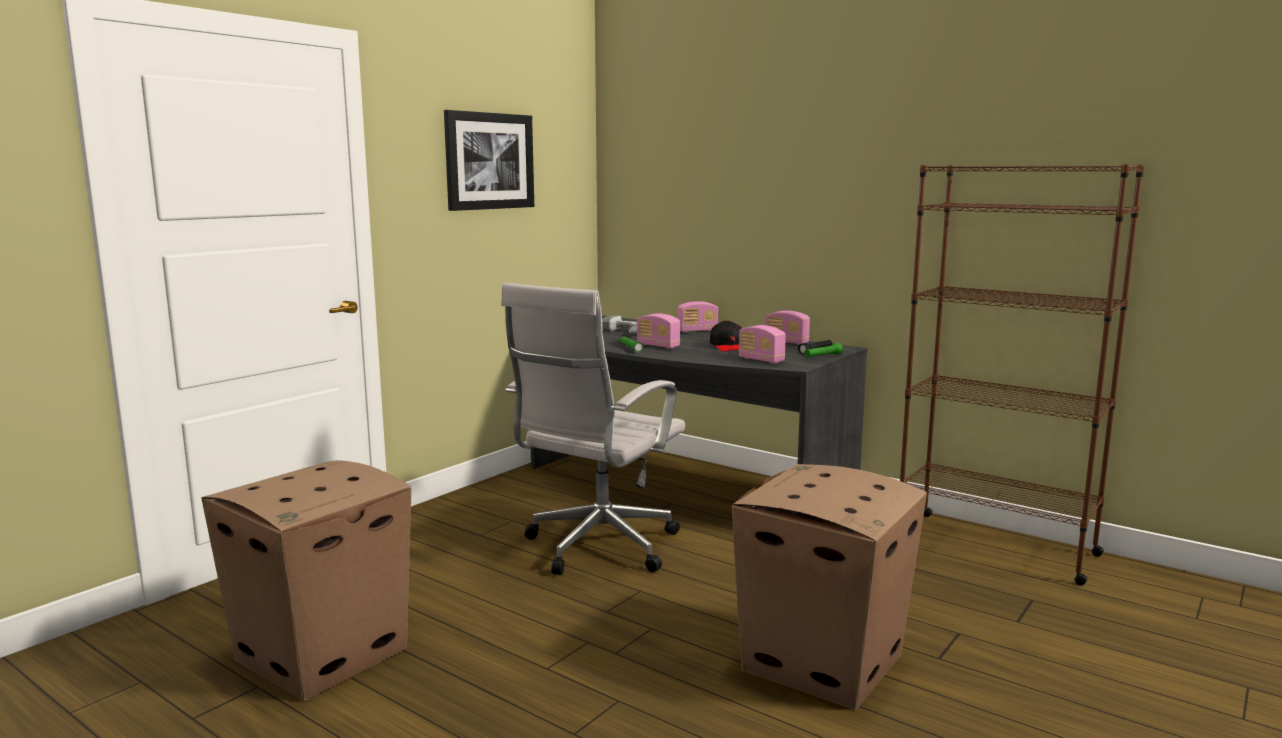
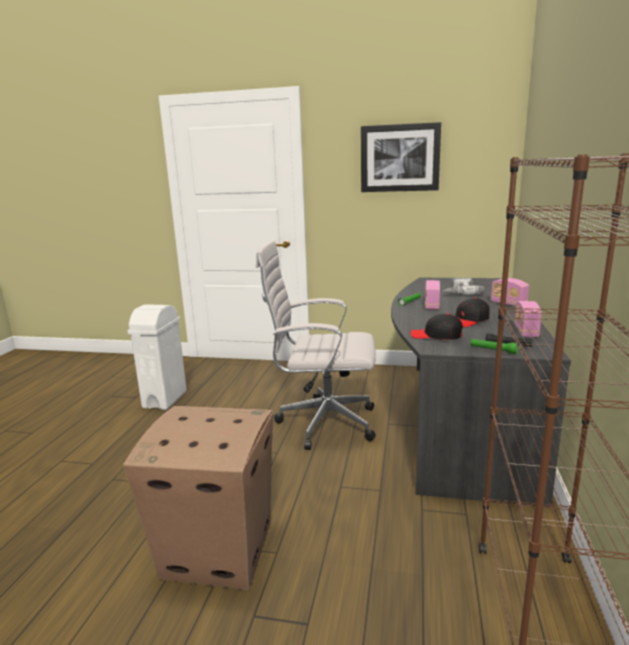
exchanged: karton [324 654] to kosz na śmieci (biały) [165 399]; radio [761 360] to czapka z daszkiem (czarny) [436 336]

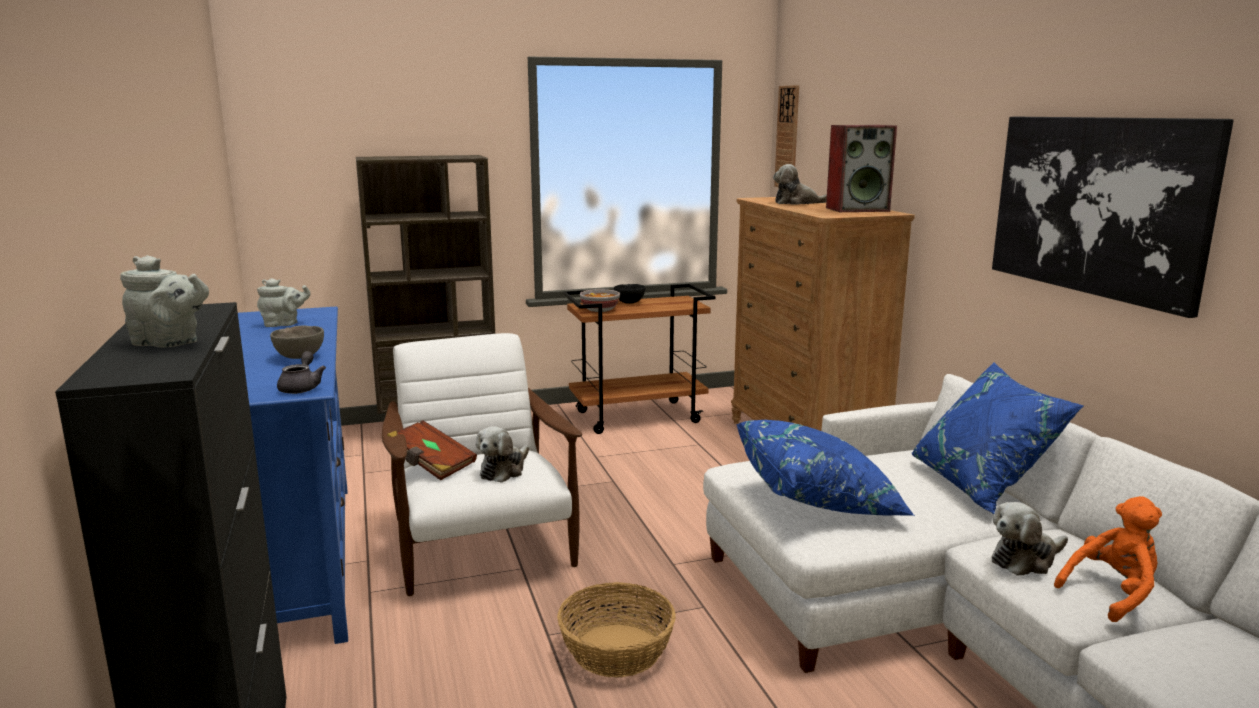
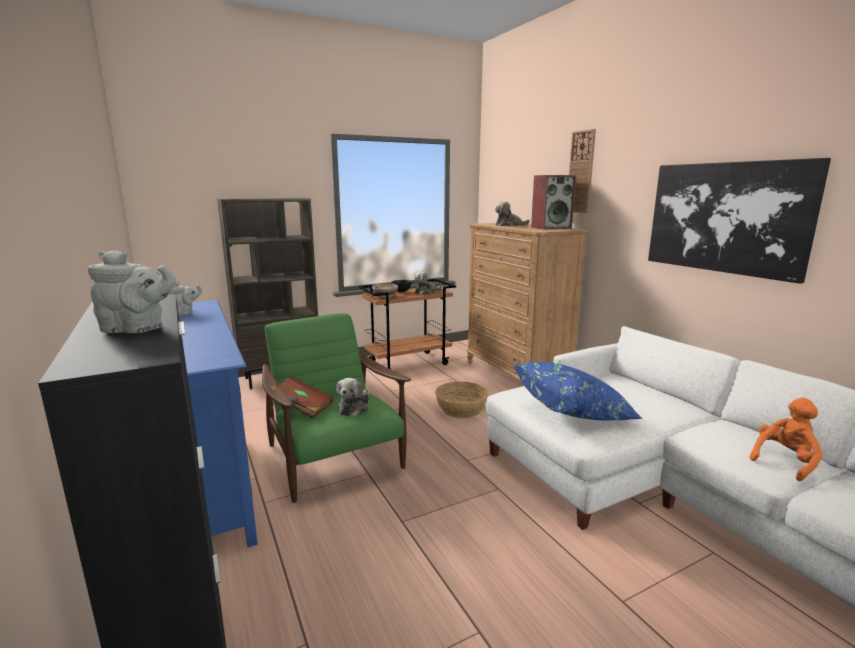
missing: miska (szary) [300 357]; imbryk (szary) [302 387]; poduszka (niebieski) [982 485]
relocated: koszyk [617 650] to [461 409]; zegar ścienny [787 137] to [581 172]; pluszak [1025 560] to [426 292]
colour: fotel (biały) [482 545] to fotel (zielony) [335 459]

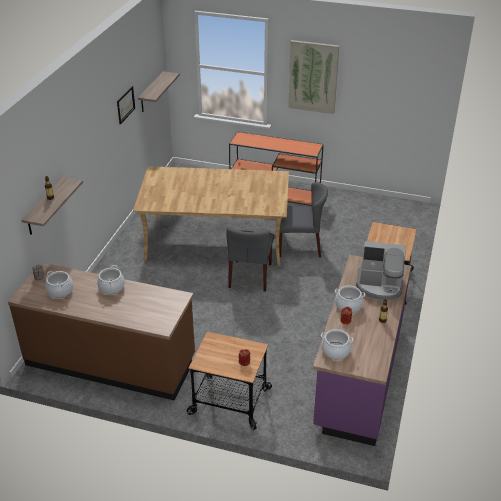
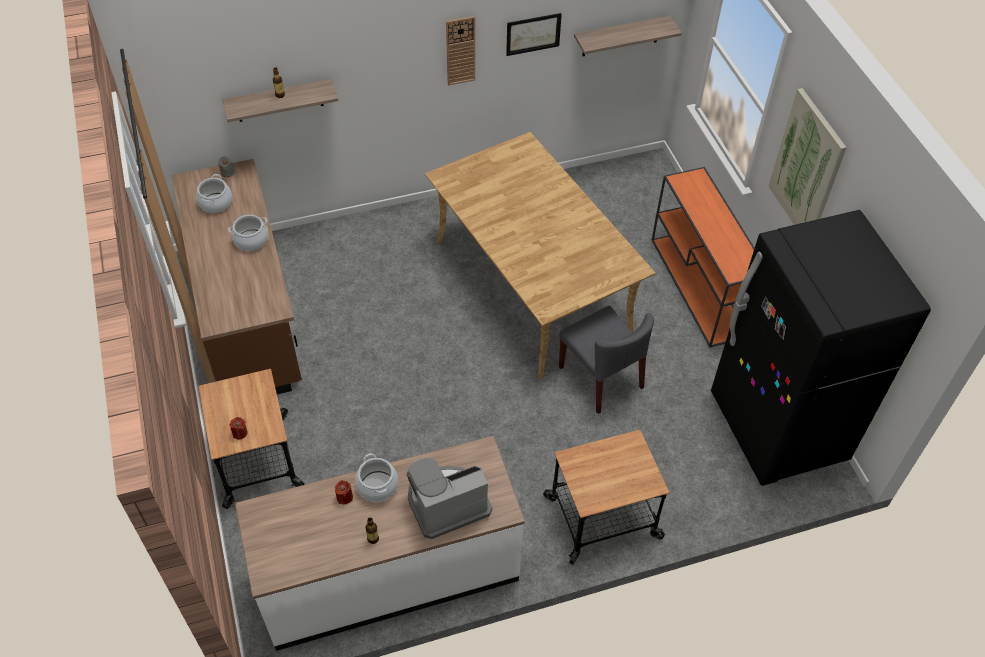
missing: krzesło (szary) [250 276]; garnek [335 351]
appeared: zegar ścienny [460 50]; lodówka (czarny) [777 428]
colour: zabudowa kuchenna (fioletowy) [358 376] to zabudowa kuchenna (biały) [388 573]
spun: ekspres do kawy [379 286] = [446 503] 90 degrees clockwise

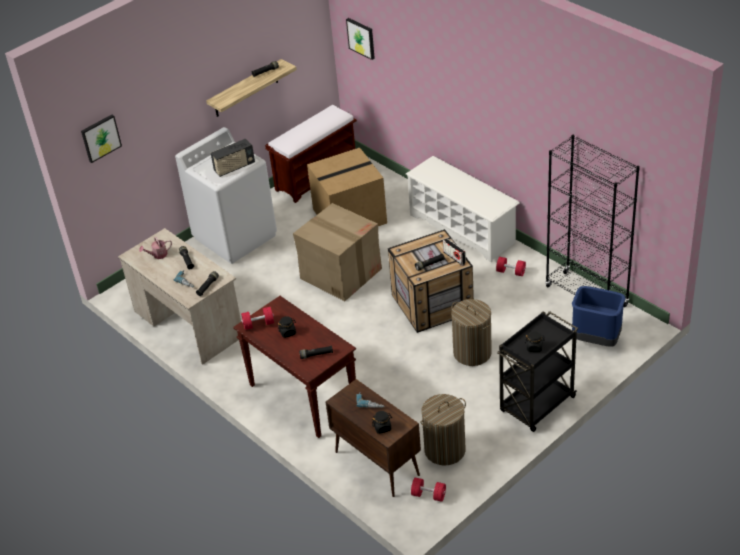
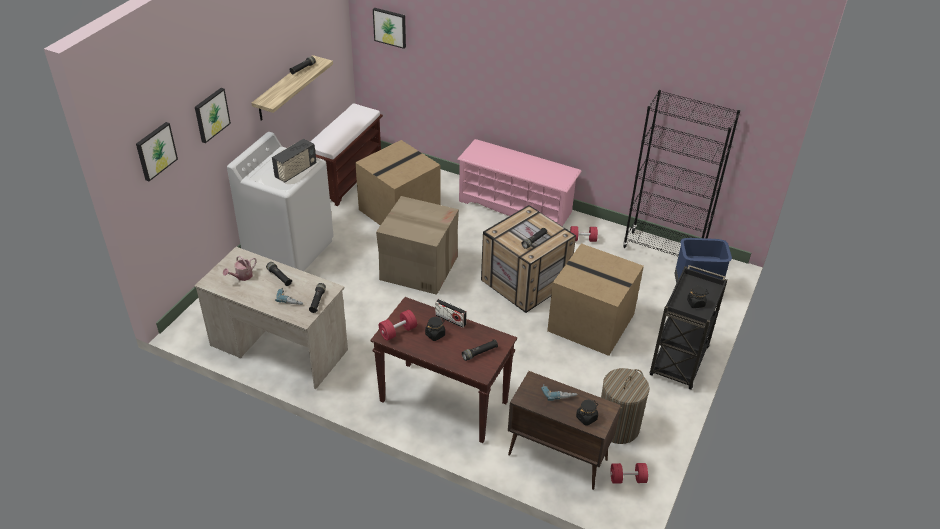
appeared: obraz [211 114]
relocated: radio [454 257] to [450 319]
exchanged: kosz na pranie [472 353] to karton [589 323]
colour: regał na buty (biały) [463 229] to regał na buty (różowy) [516 206]

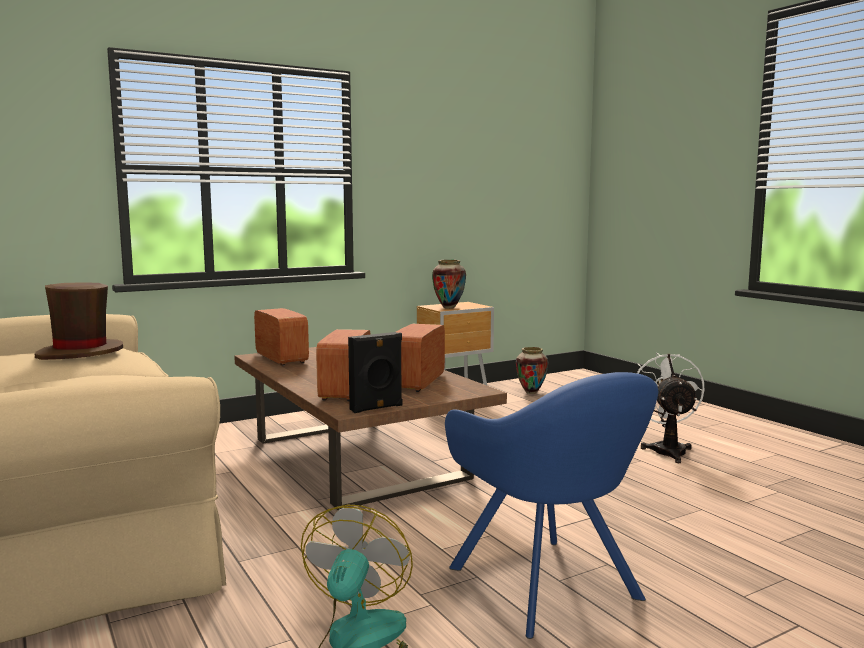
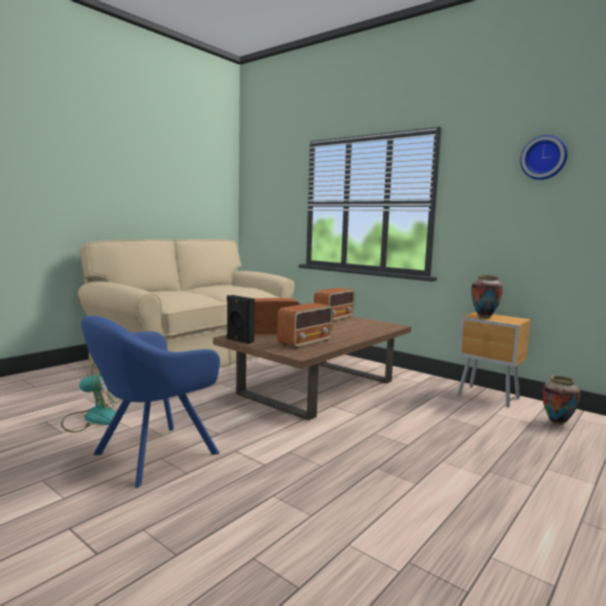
missing: kapelusz (brązowy) [80 353]; wentylator (biały) [667 450]
appeared: zegar ścienny [544 158]
spun: radio [417 382] = [305 342] 135 degrees clockwise

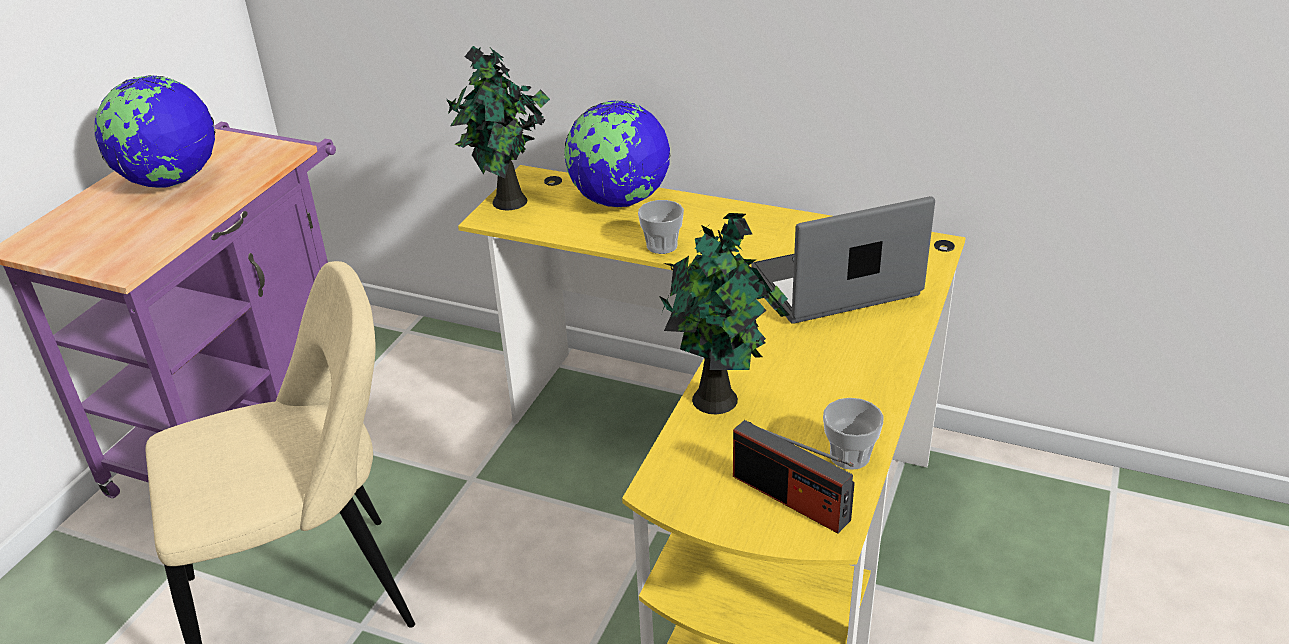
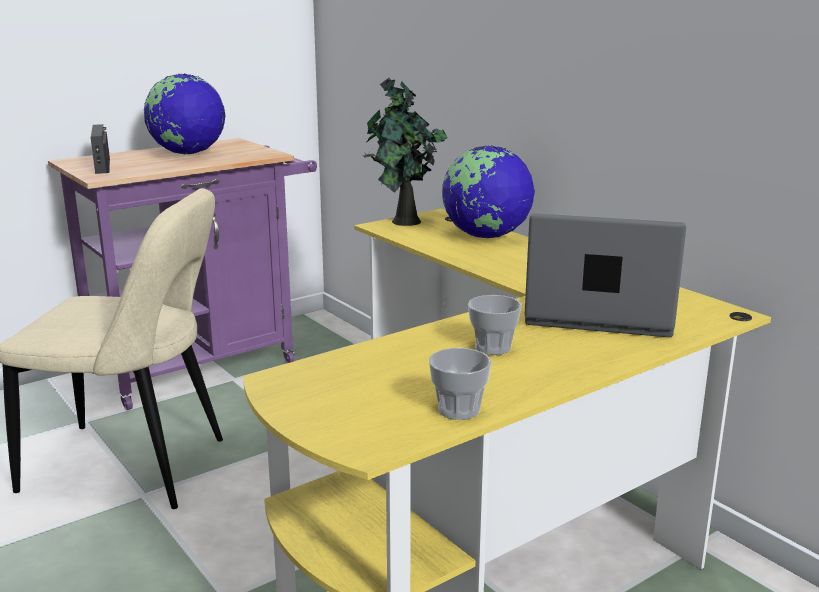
missing: roślina doniczkowa [719 400]
relocated: filiżanka [662 246] to [493 347]; radio [790 498] to [102 166]

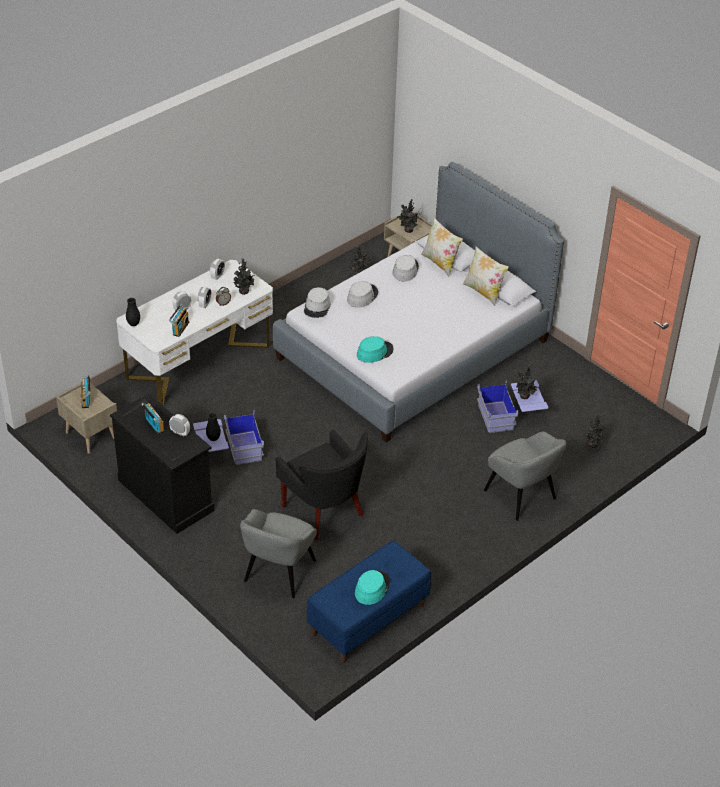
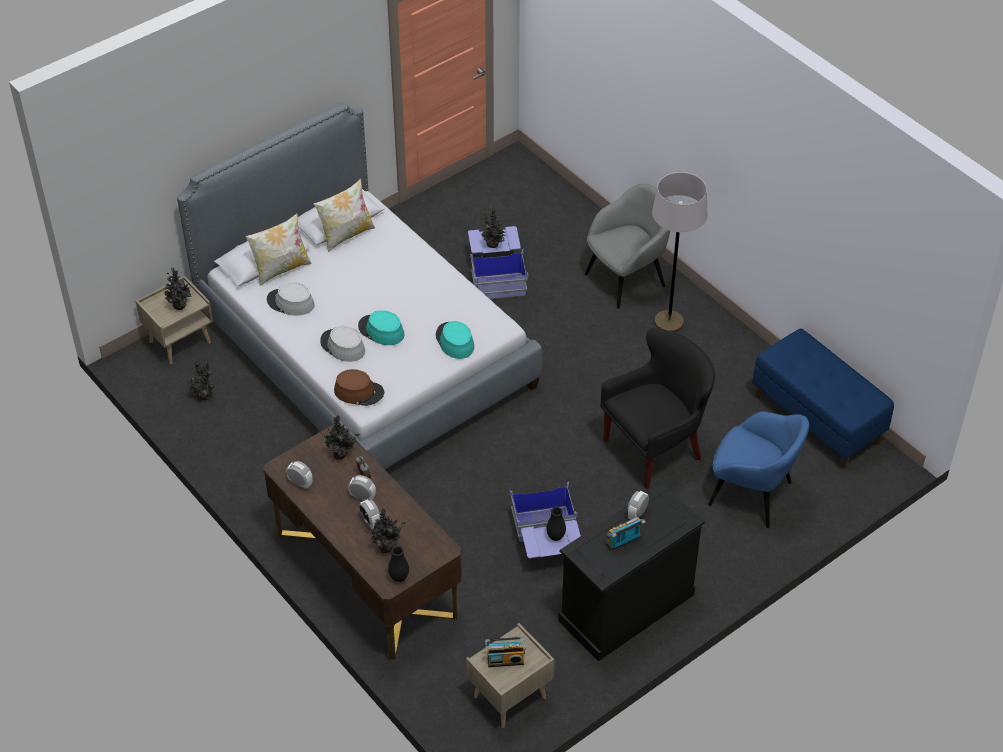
missing: radio [179 328]
appeared: lampa stojąca (szary) [669 322]
relocated: kapelusz (turkusowy) [372 588] to [381 331]; roślina doniczkowa [593 445] to [386 546]
colour: biurko (biały) [199 362] to biurko (brązowy) [366 574]; fotel (szary) [279 572] to fotel (niebieski) [752 494]; kapelusz (szary) [317 307] to kapelusz (brązowy) [359 392]

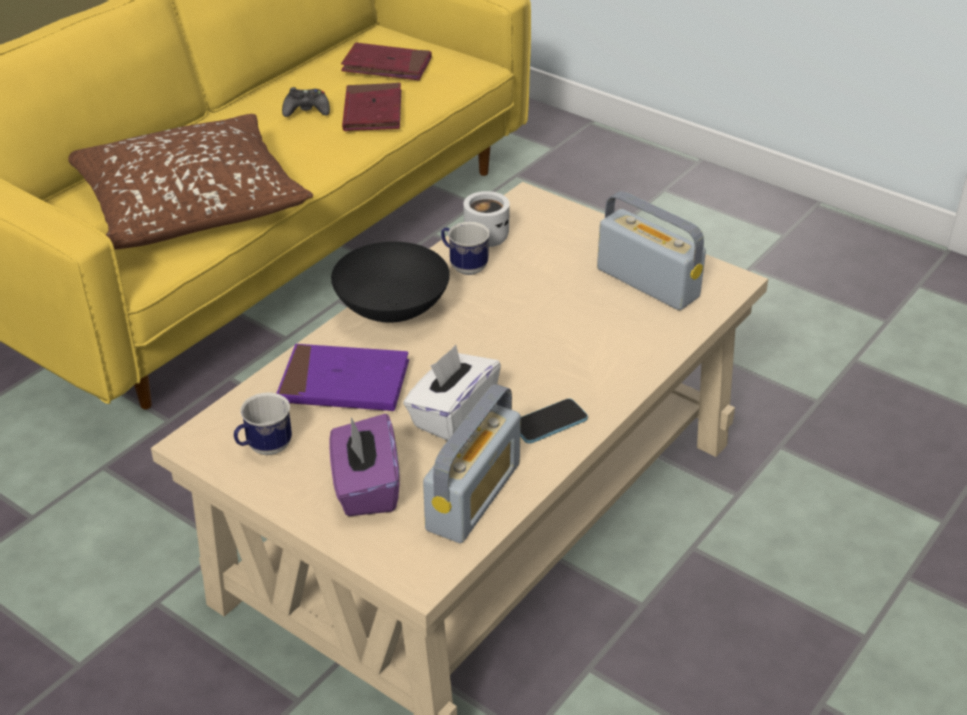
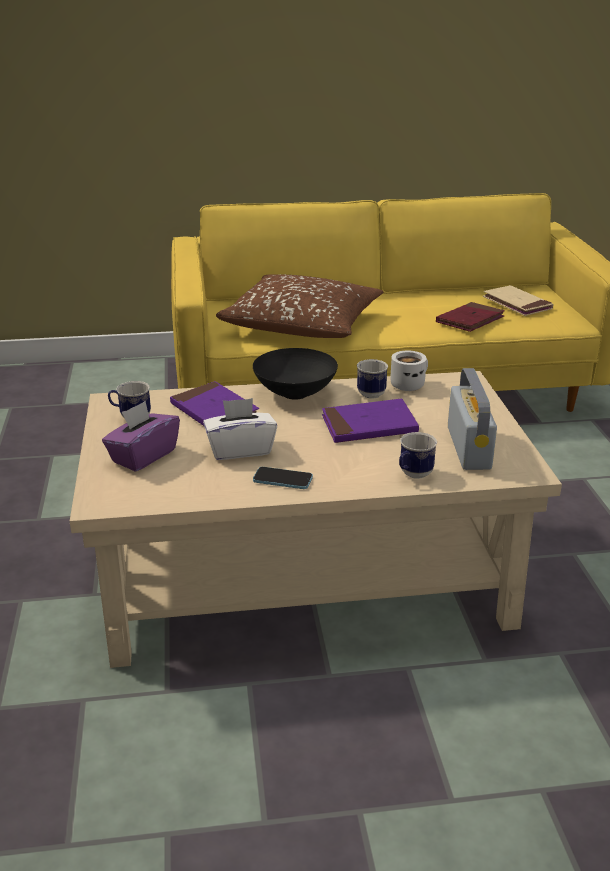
missing: pad do gier (czarny) [306 110]; radio [473 496]
appeared: książka (fioletowy) [369 425]; kubek [413 475]
colour: książka (czerwony) [387 66] to książka (beżowy) [517 304]

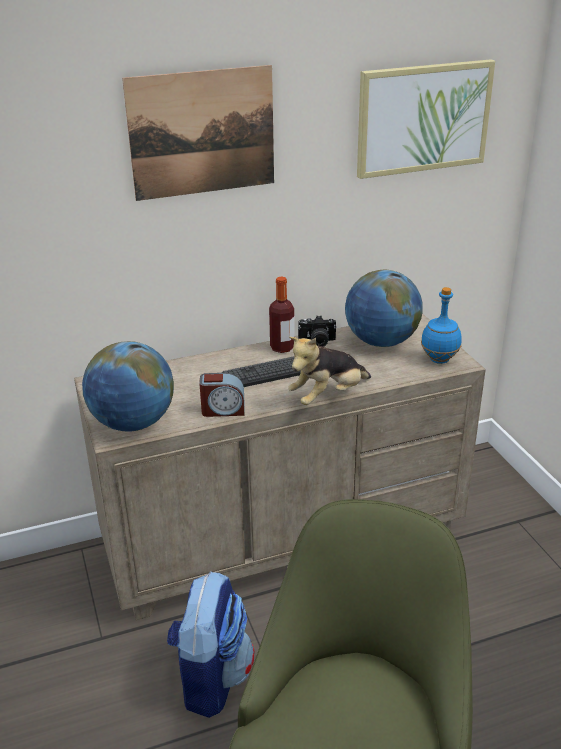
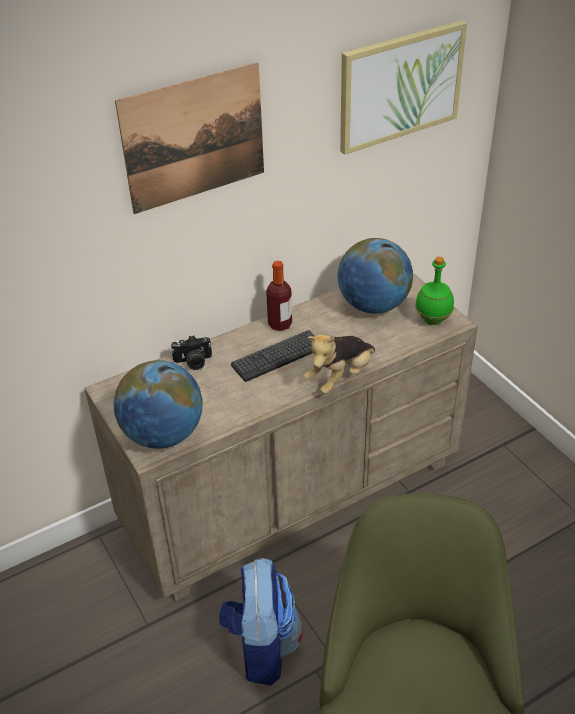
missing: budzik [223 410]
relocated: aparat fotograficzny [317 342] to [193 362]
colour: butelka (niebieski) [439 359] to butelka (zielony) [432 320]

